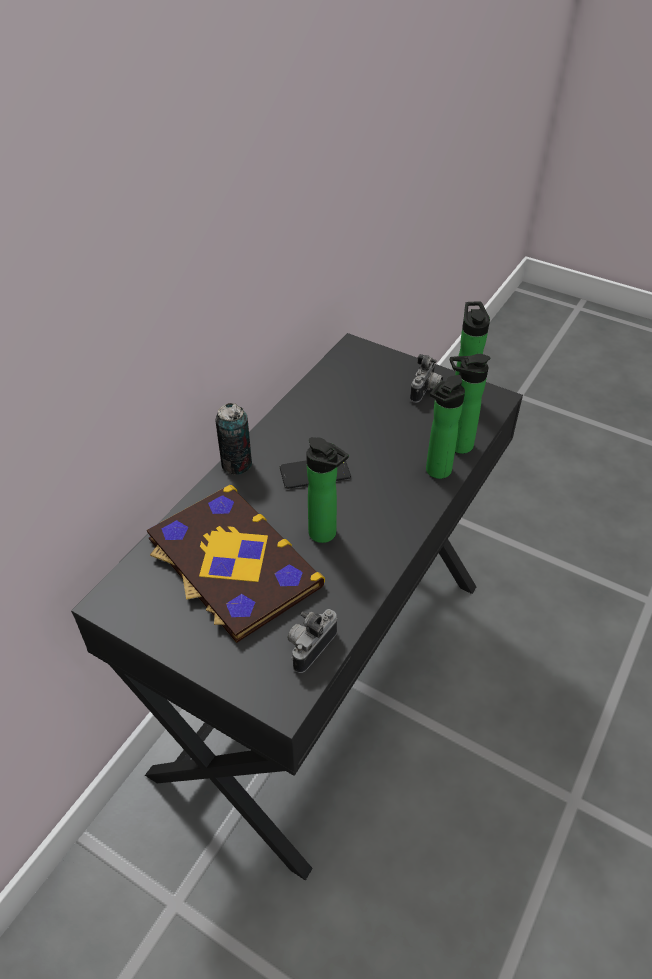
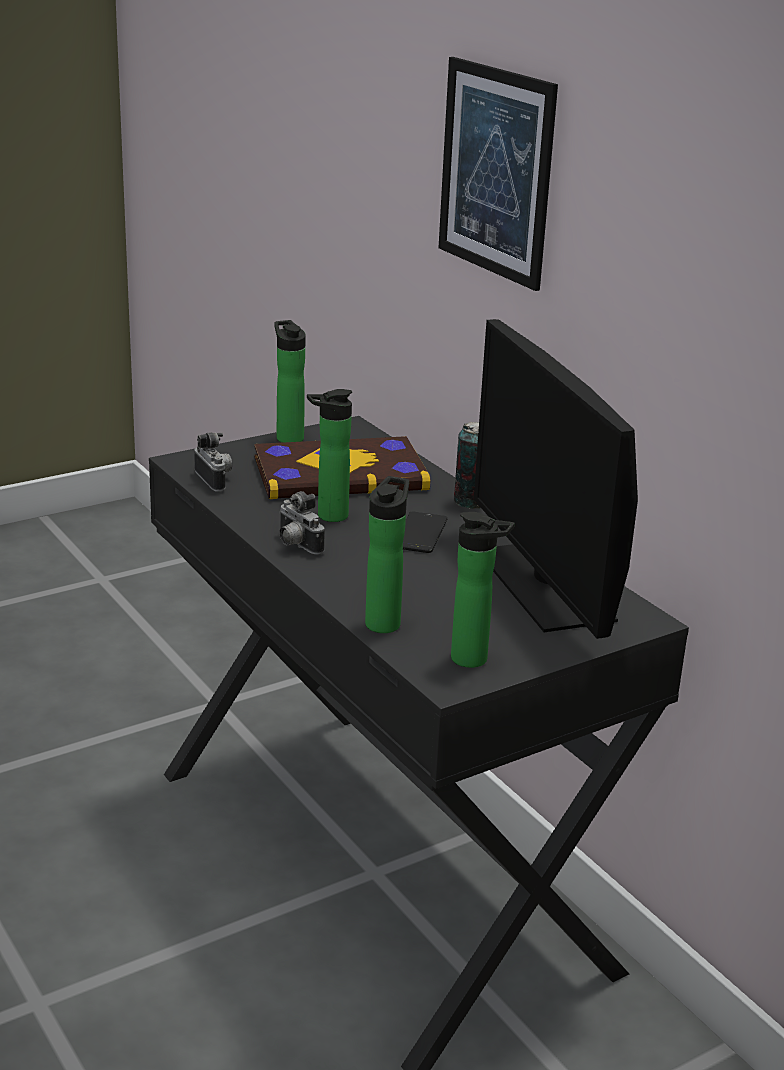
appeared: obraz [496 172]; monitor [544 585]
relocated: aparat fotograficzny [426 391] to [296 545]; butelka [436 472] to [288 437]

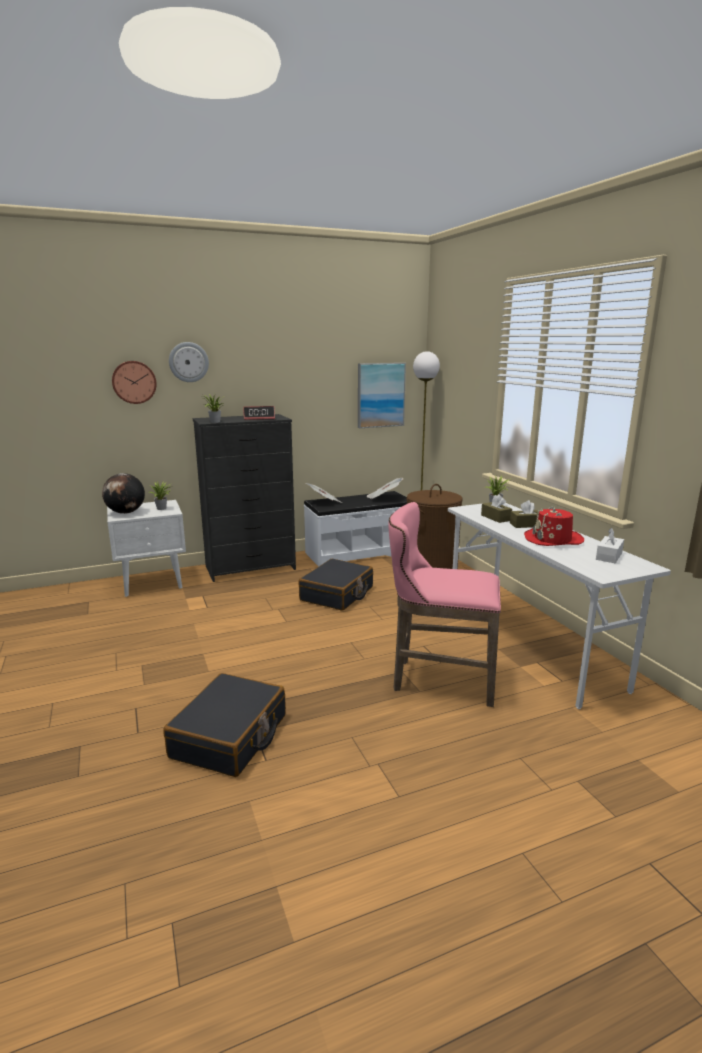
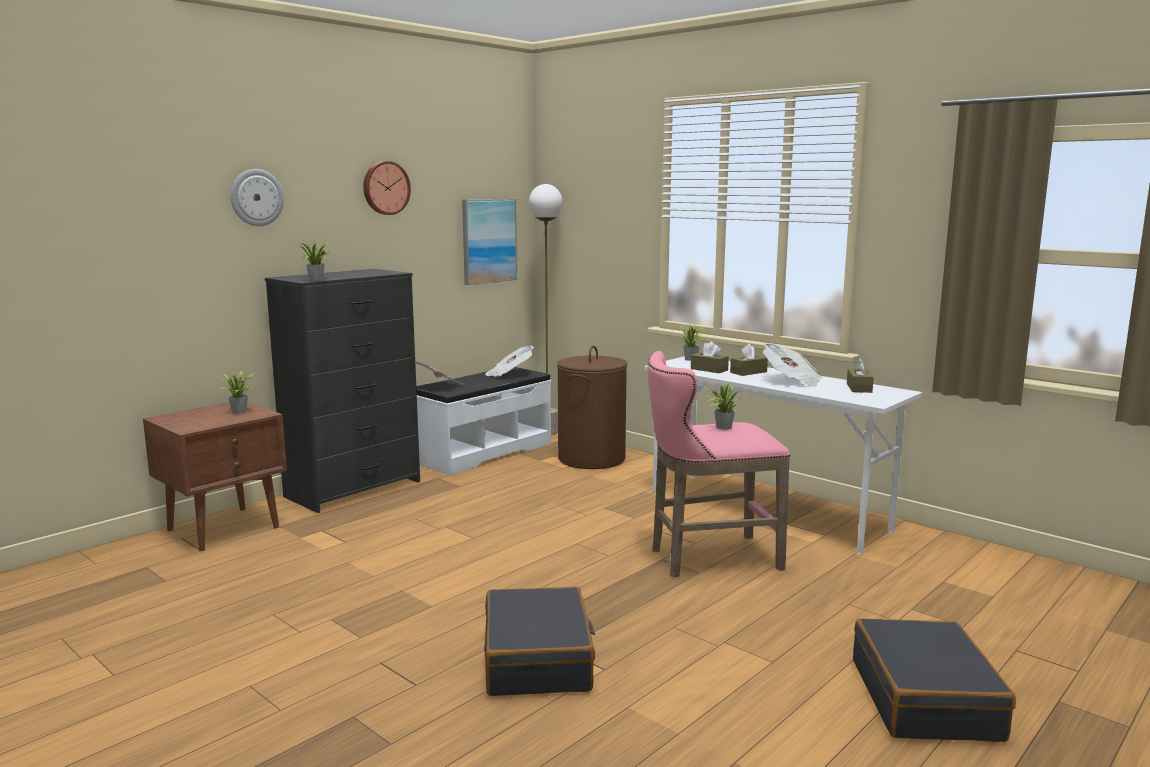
missing: globus [126 513]; budzik [259 418]
appeared: roślina doniczkowa [721 427]
relocated: zegar ścienny [134 382] to [385 188]; walizka (czarny) [337 594] to [925 699]
exchanged: kapelusz (czerwony) [553 539] to gazeta [792 381]
colour: szafka nocna (biały) [153 582] to szafka nocna (brązowy) [225 528]; pudełko chusteczek (biały) [609 556] to pudełko chusteczek (brązowy) [859 388]

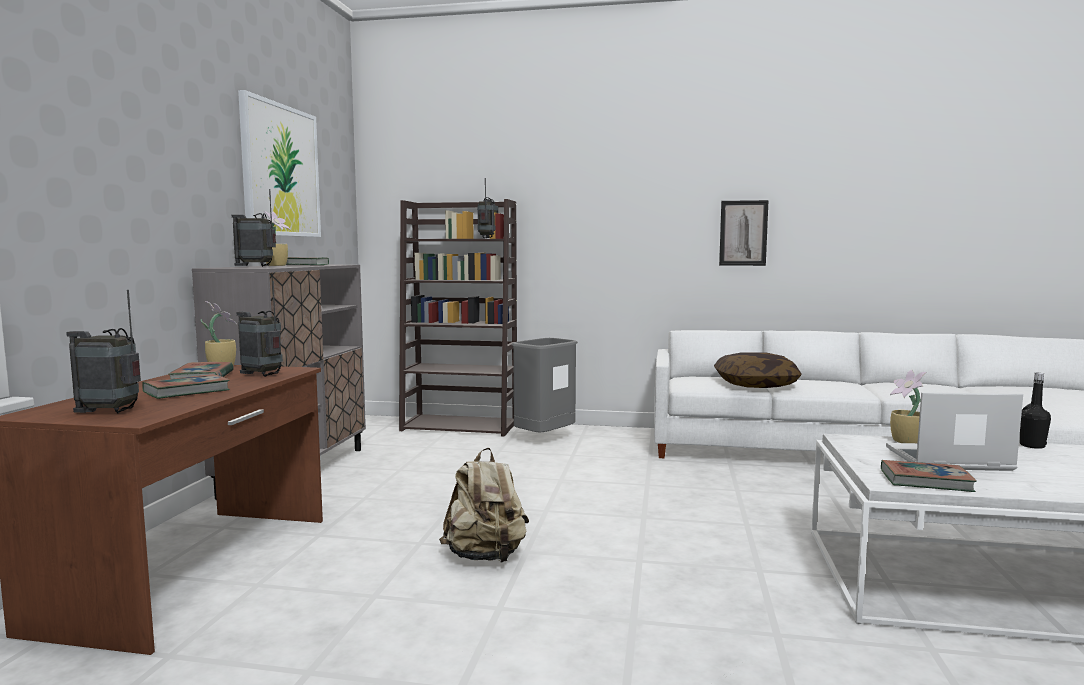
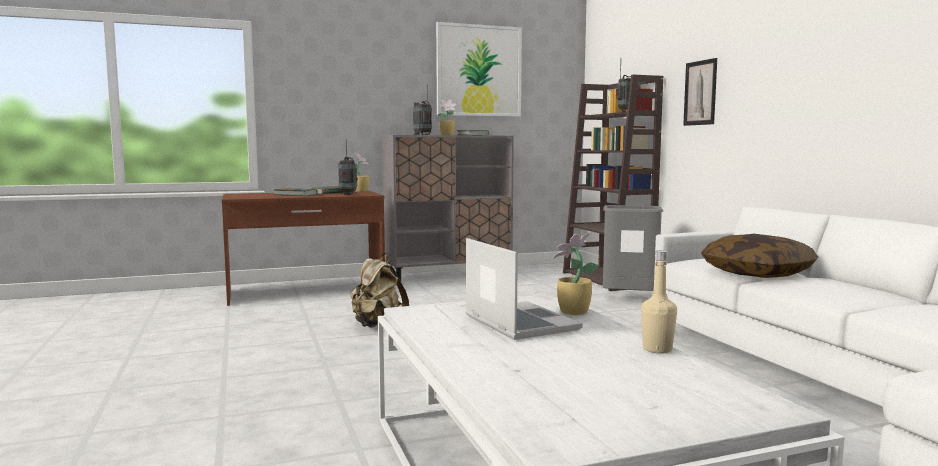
missing: radio [111 412]; książka [925 481]
relocated: obraz [743 233] to [700 93]
colour: butelka (czarny) [1032 446] to butelka (beżowy) [657 349]

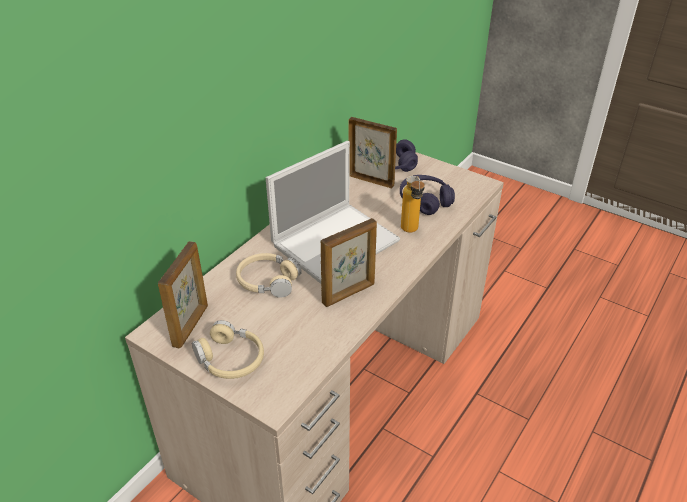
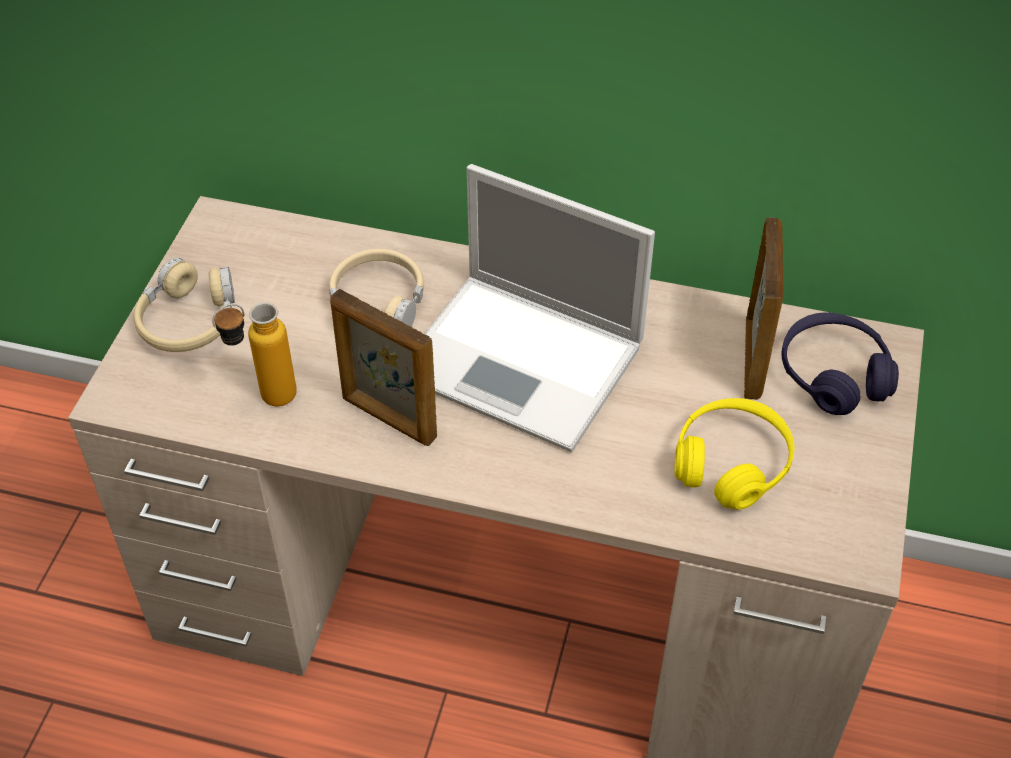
missing: ramka na zdjęcie [191 325]
relocated: butelka [411 232] to [264 400]
colour: słuchawki (fioletowy) [425 201] to słuchawki (żółty) [731 464]

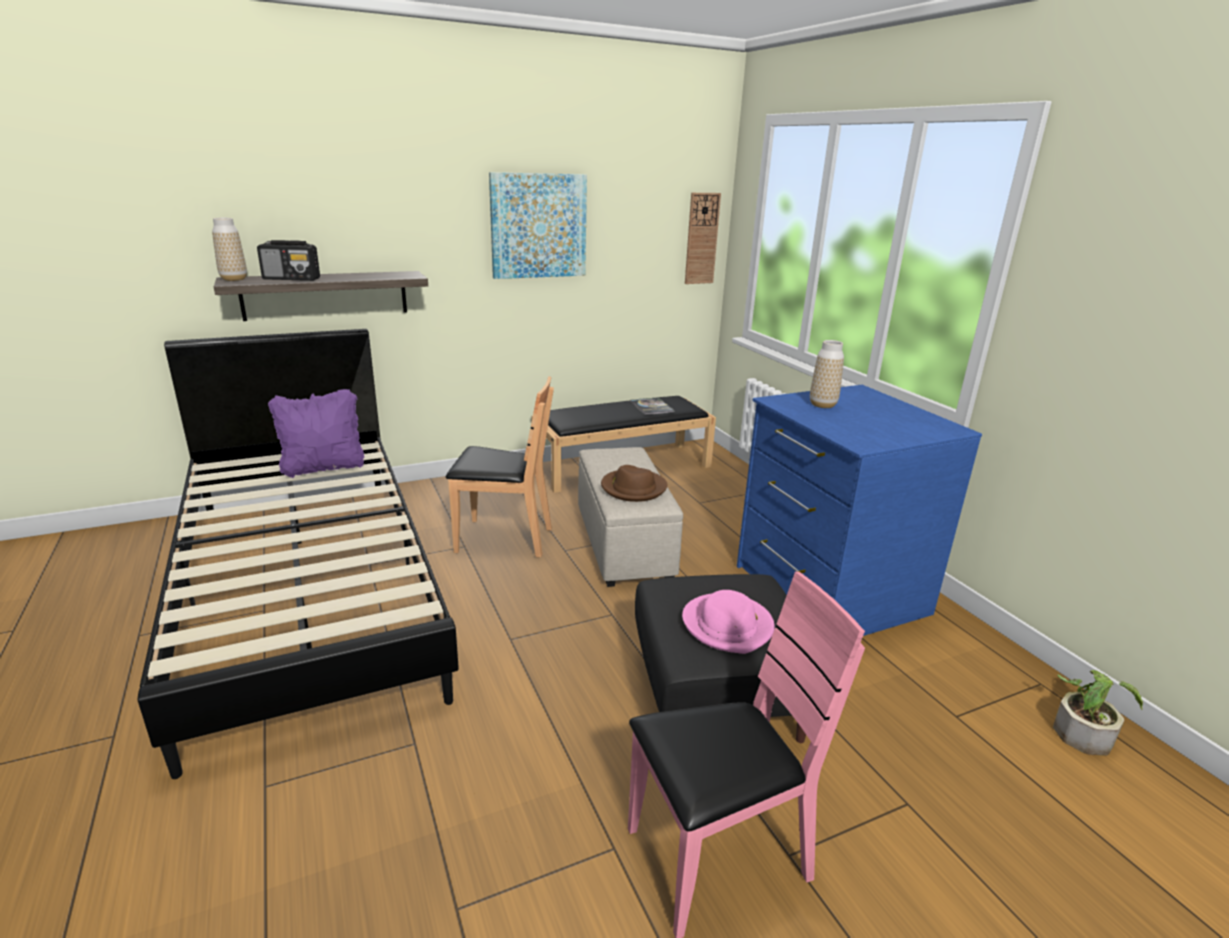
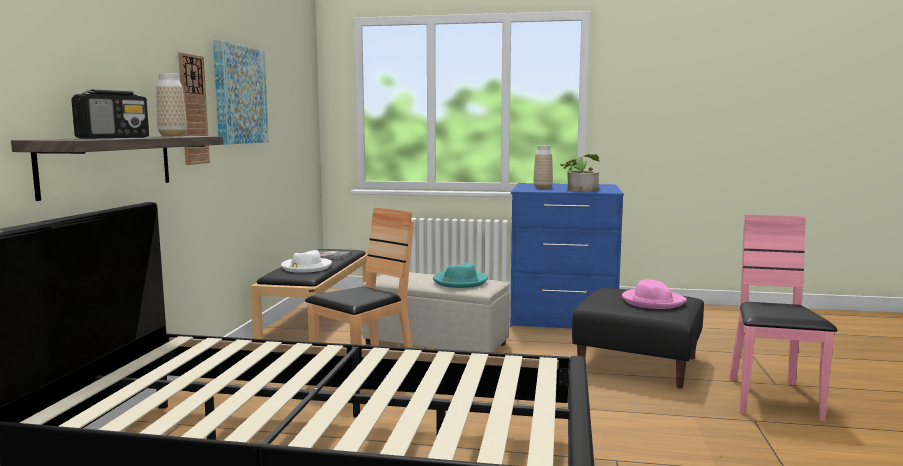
missing: poduszka (fioletowy) [323 468]
appeared: kapelusz (biały) [306 267]
relocated: wazon [234 279] to [172 136]; zegar ścienny [701 239] to [193 110]; roślina doniczkowa [1084 731] to [580 190]
colour: kapelusz (brązowy) [633 488] to kapelusz (turkusowy) [459 282]

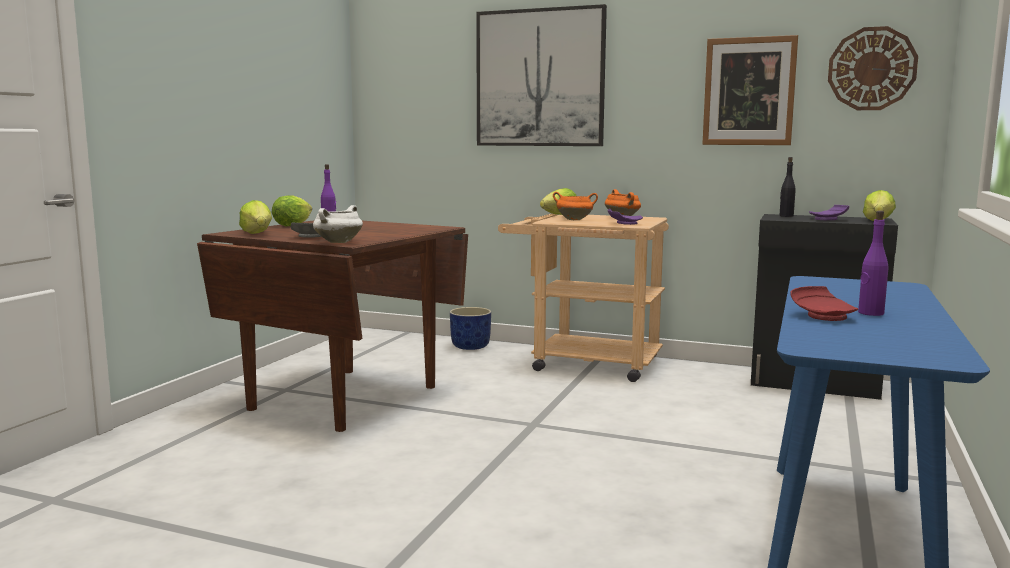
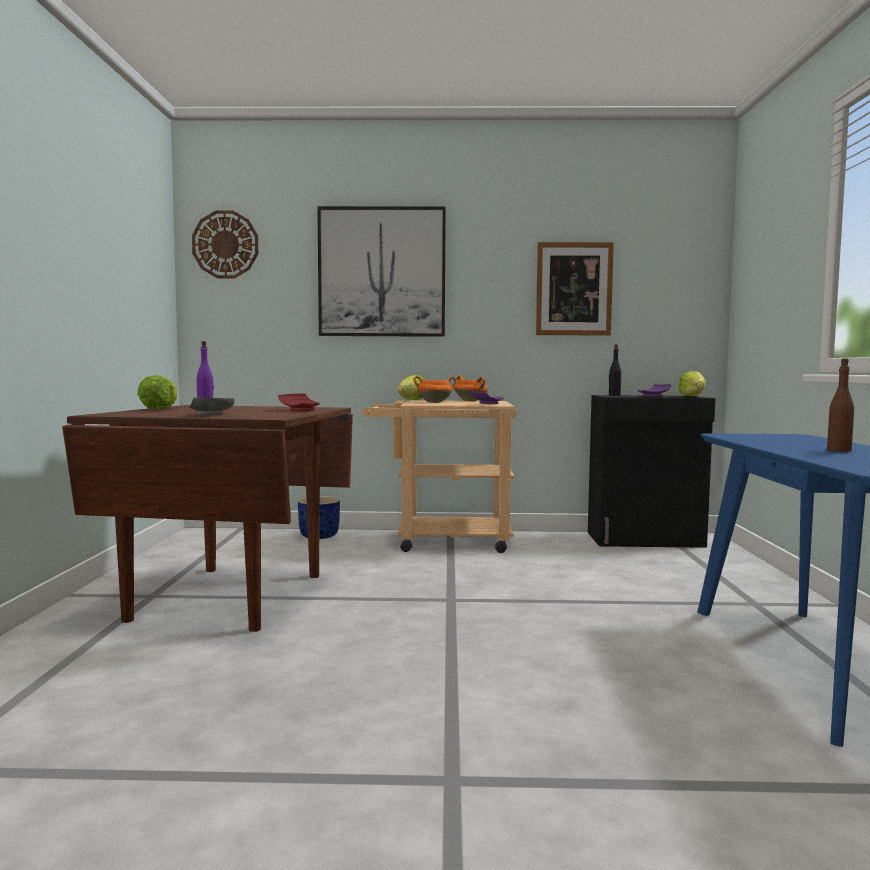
missing: sałata [257 234]; garnek (biały) [338 242]
relocated: talerz (czerwony) [823 316] to [300 410]; zegar ścienny [871 69] to [225 244]
colour: butelka (fioletowy) [870 313] to butelka (brązowy) [838 450]

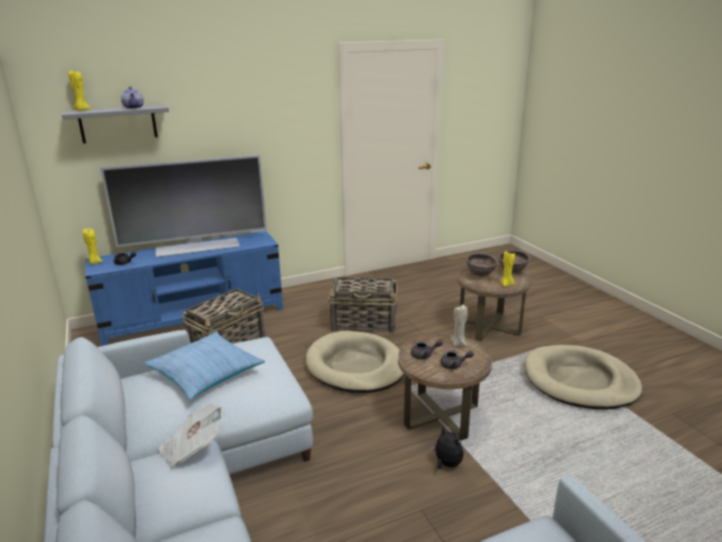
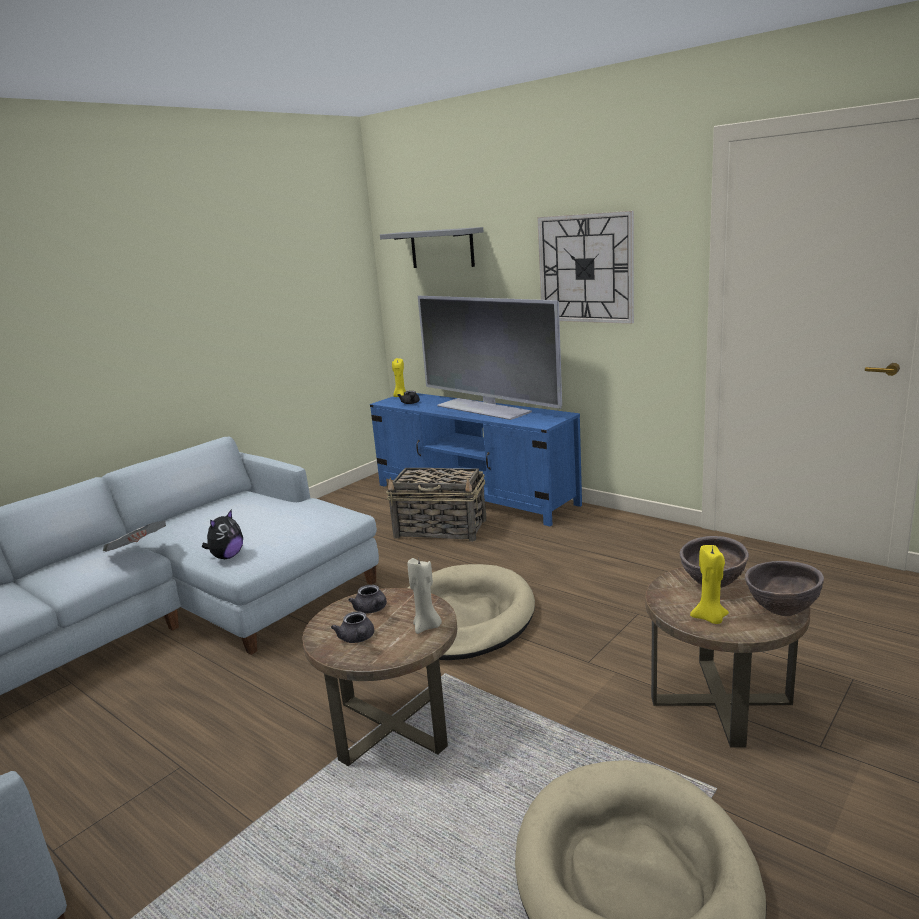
missing: świeca (żółty) [82 110]; imbryk [134 107]; poduszka [206 373]; koszyk [364 323]
appeared: zegar ścienny [585 268]
relocated: pluszak [446 464] to [227 557]

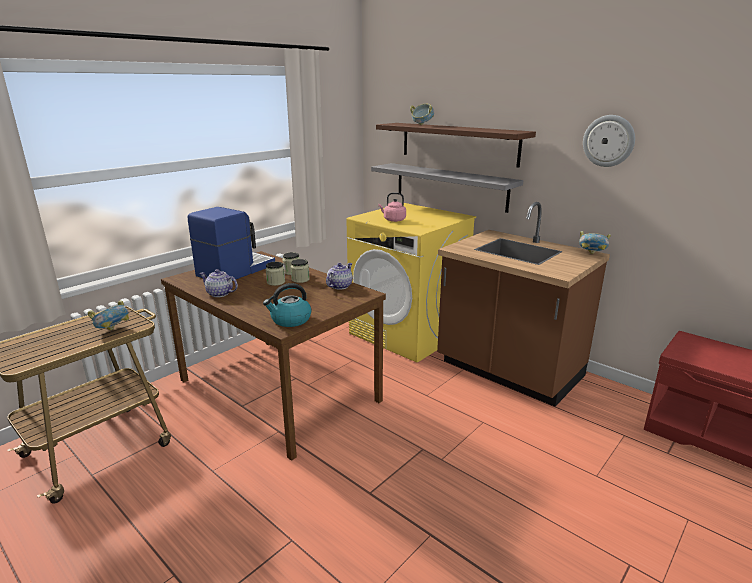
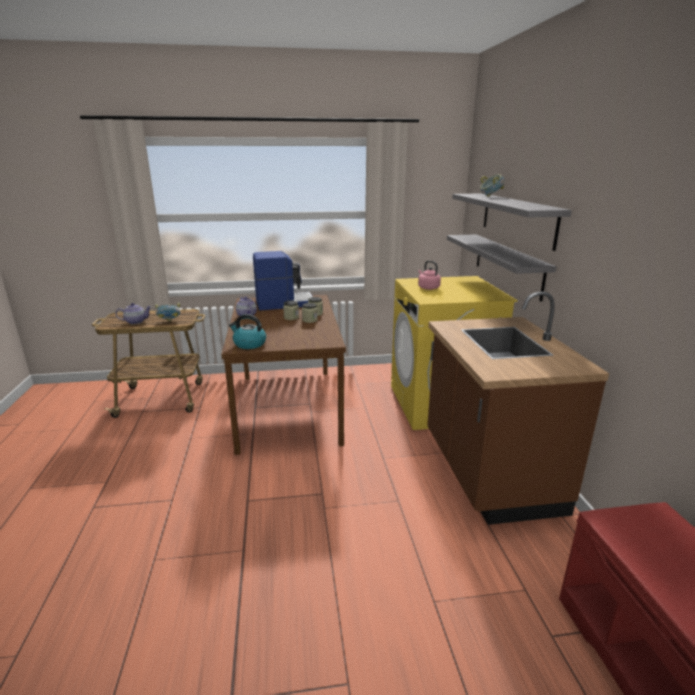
missing: miska [592 254]; zegar ścienny [608 141]
relocated: imbryk [339 286] to [135 322]
colour: półka (brązowy) [458 143] to półka (szary) [517 218]

